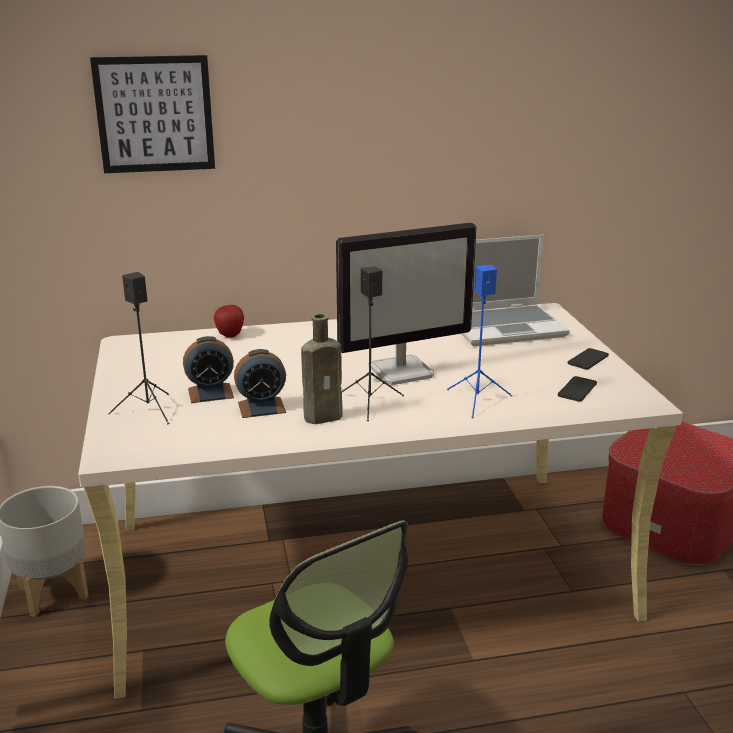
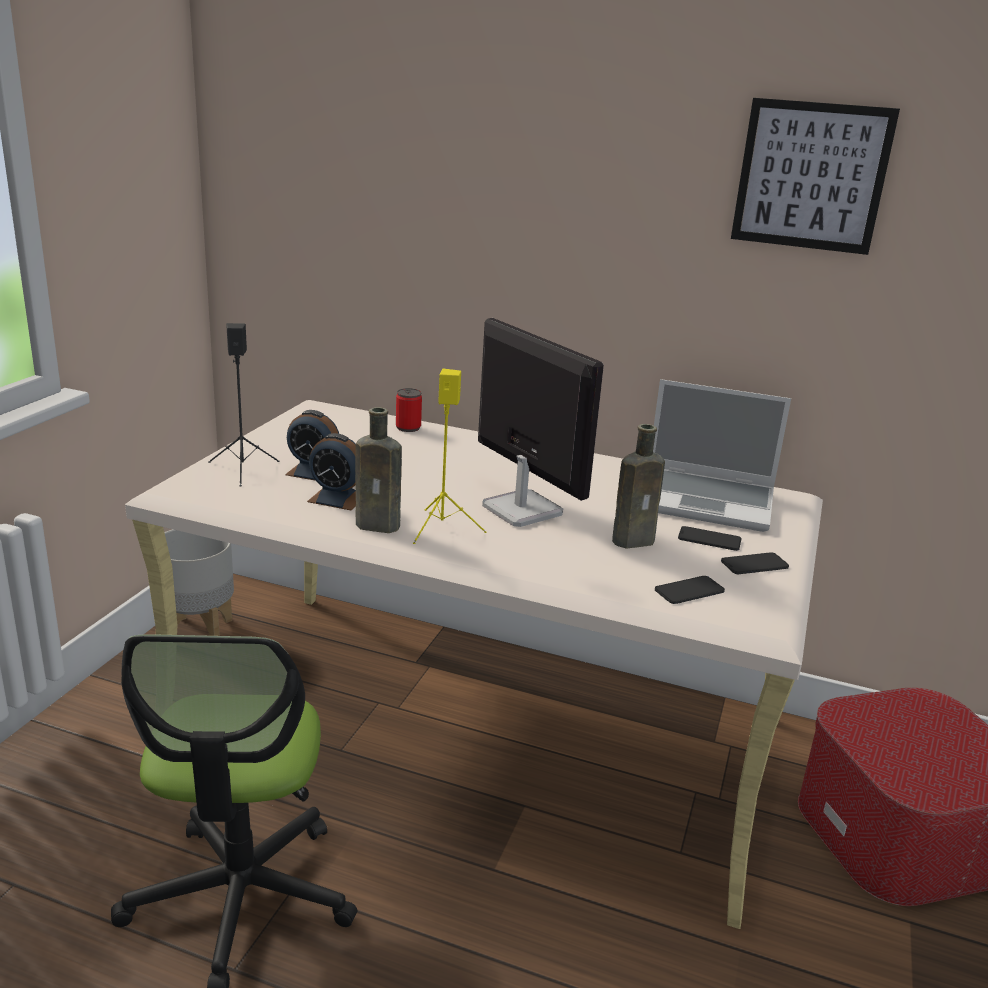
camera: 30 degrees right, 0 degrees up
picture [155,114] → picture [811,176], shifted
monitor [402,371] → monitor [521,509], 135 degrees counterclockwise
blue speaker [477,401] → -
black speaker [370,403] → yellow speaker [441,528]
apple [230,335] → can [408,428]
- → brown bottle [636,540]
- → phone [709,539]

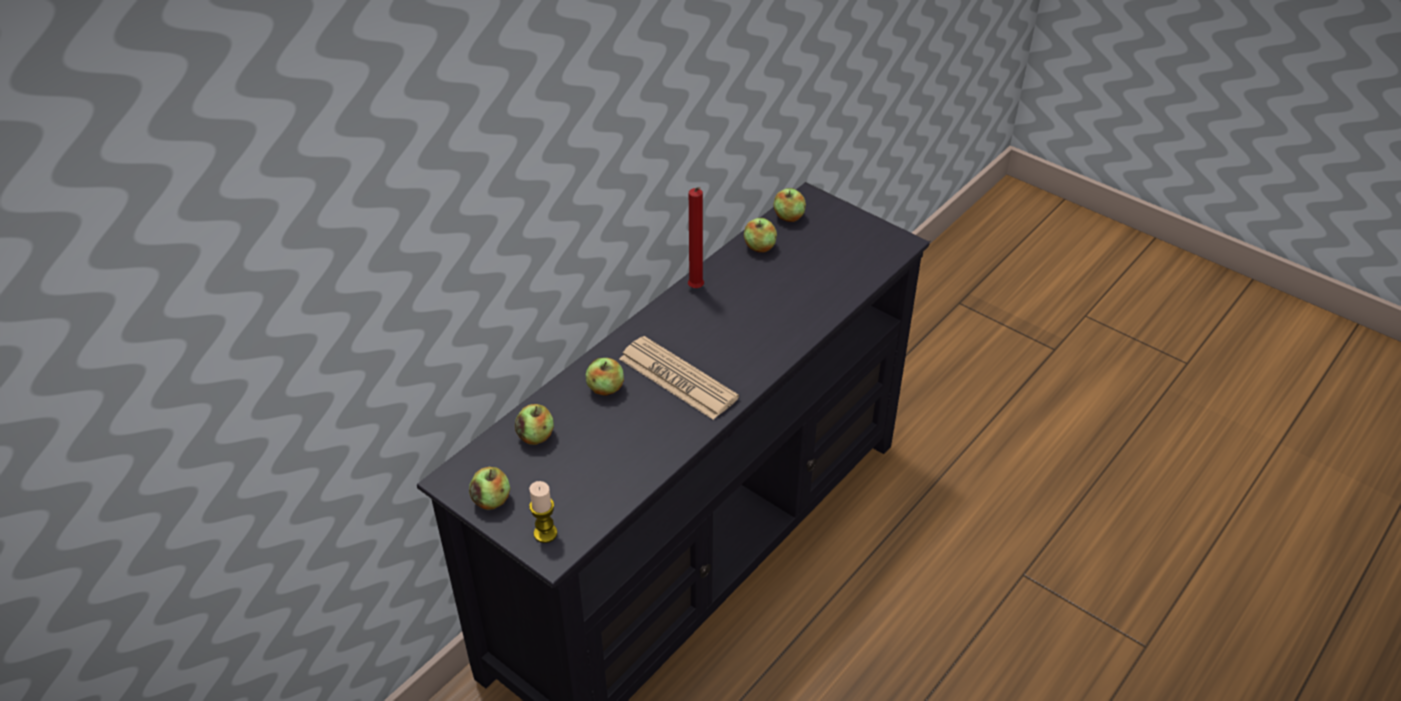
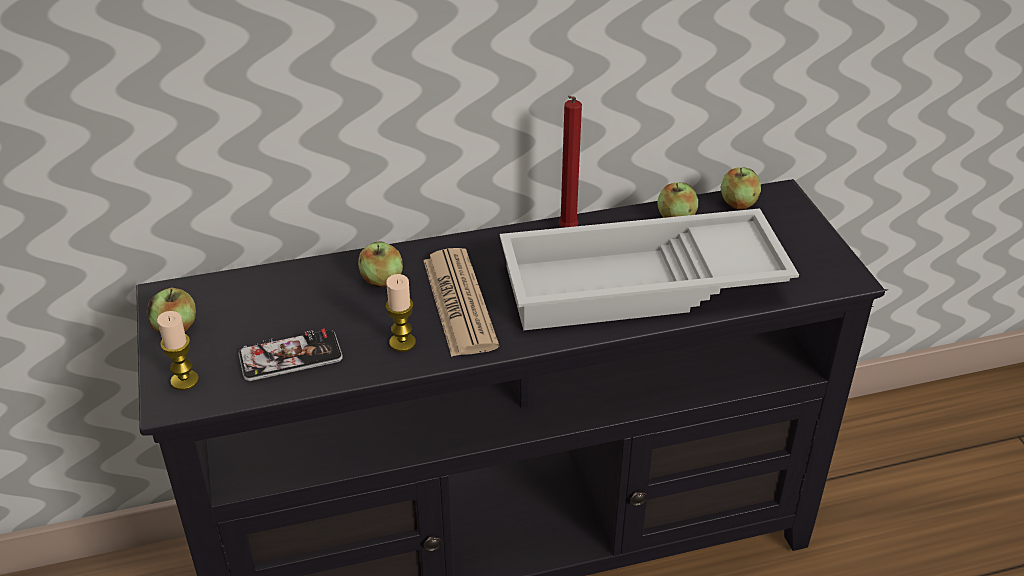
camera: 35 degrees right, 5 degrees down
apple [536,436] → -
- → white tray [641,286]
- → candle [402,343]
- → phone [290,357]

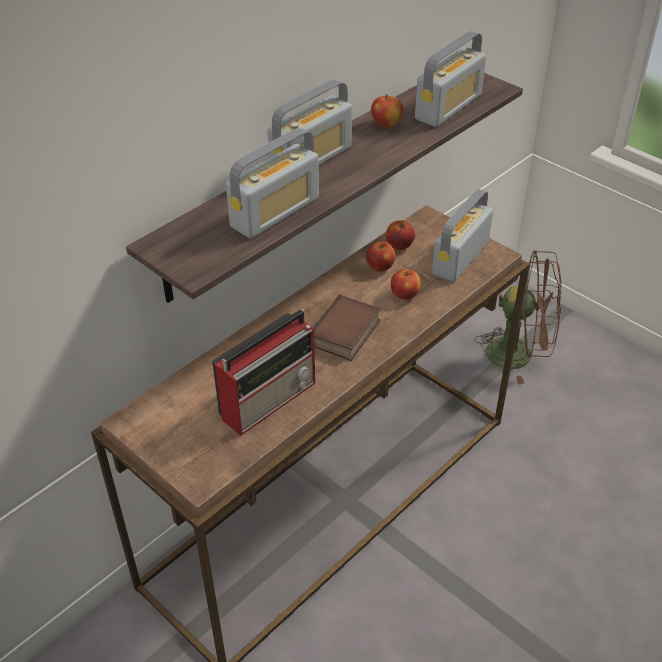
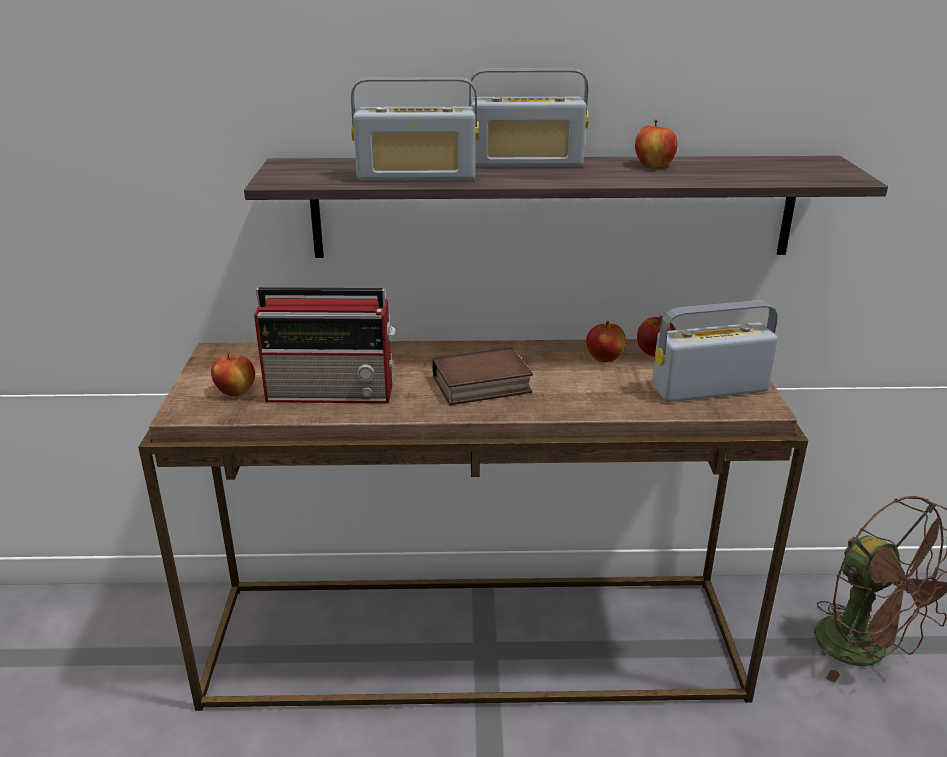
camera: 45 degrees right, 15 degrees down
radio [448,107] → -
apple [404,295] → apple [236,391], shifted

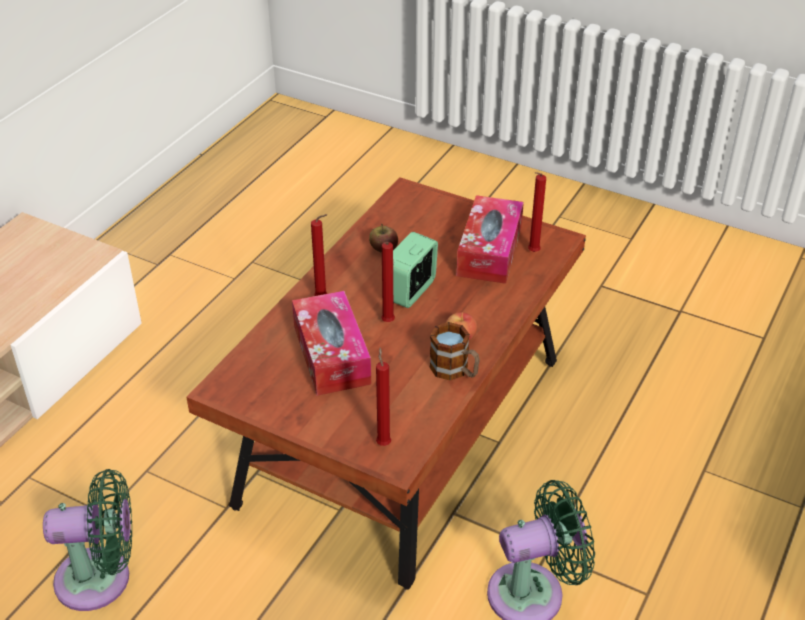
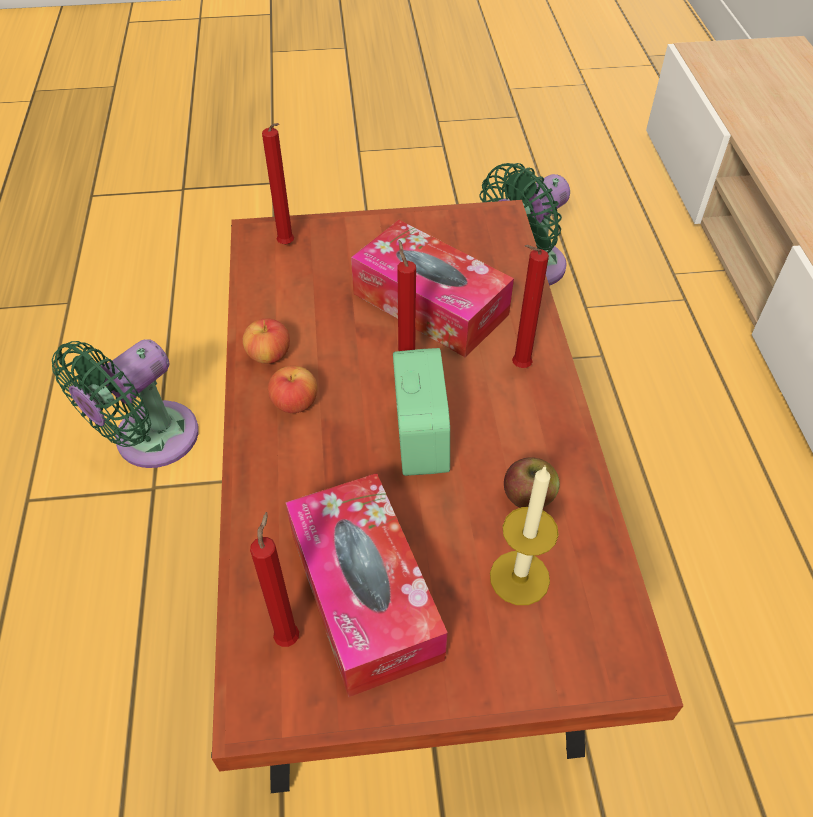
camera: 145 degrees right, 10 degrees up
mug [455,371] → apple [269,355]
- → candle [519,577]

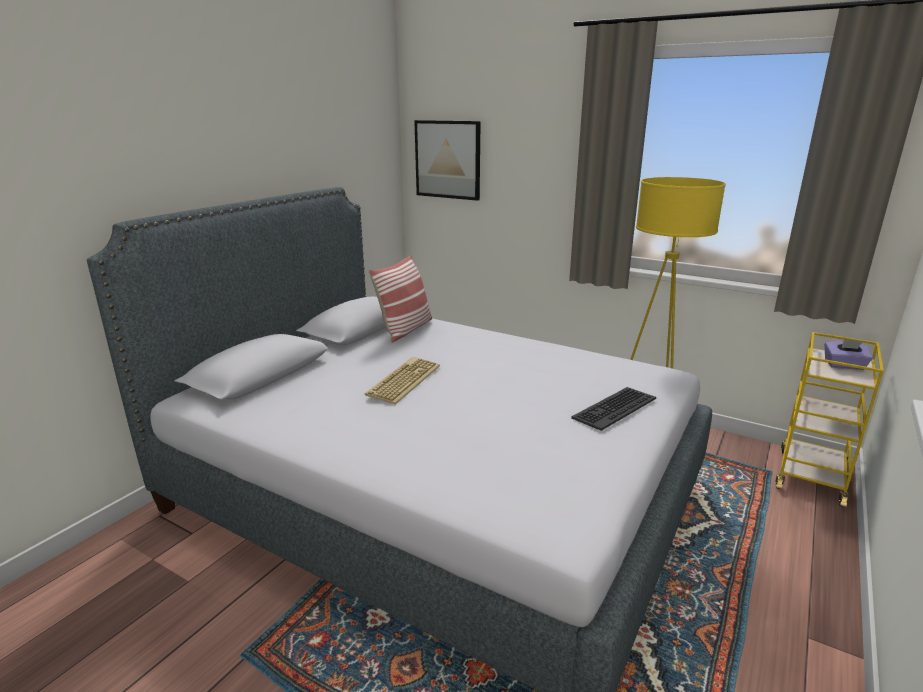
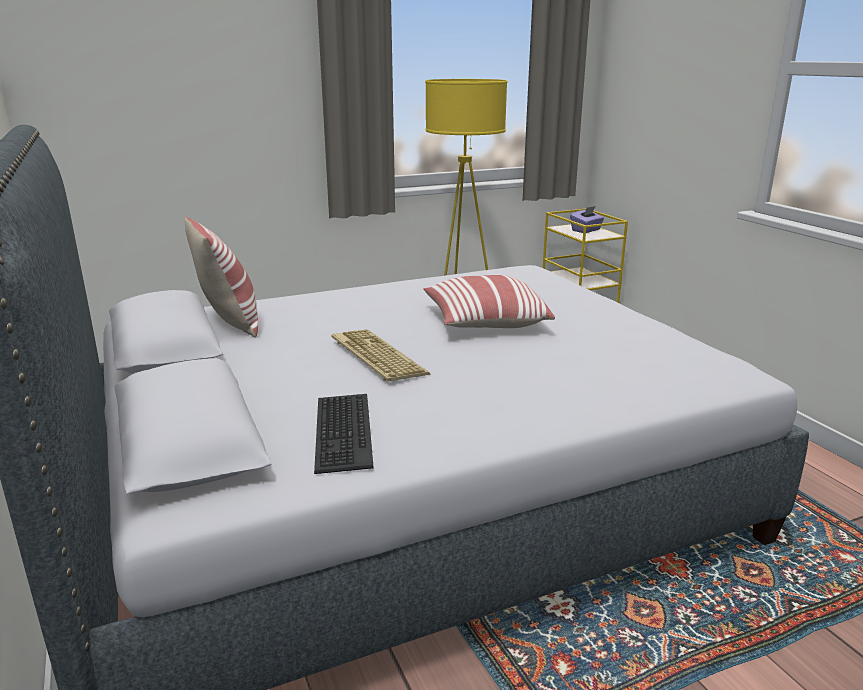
camera: 55 degrees left, 0 degrees up
picture [447,159] → -
keyboard [614,408] → keyboard [341,432], shifted
- → pillow [484,322]

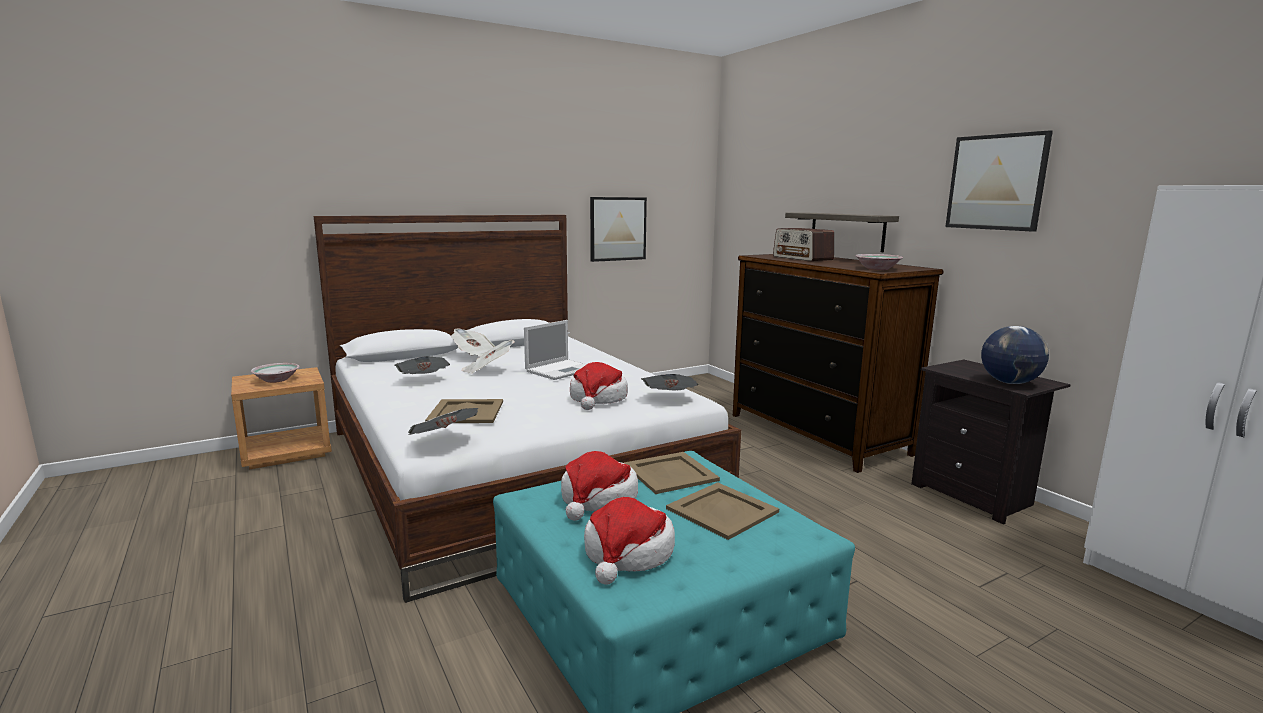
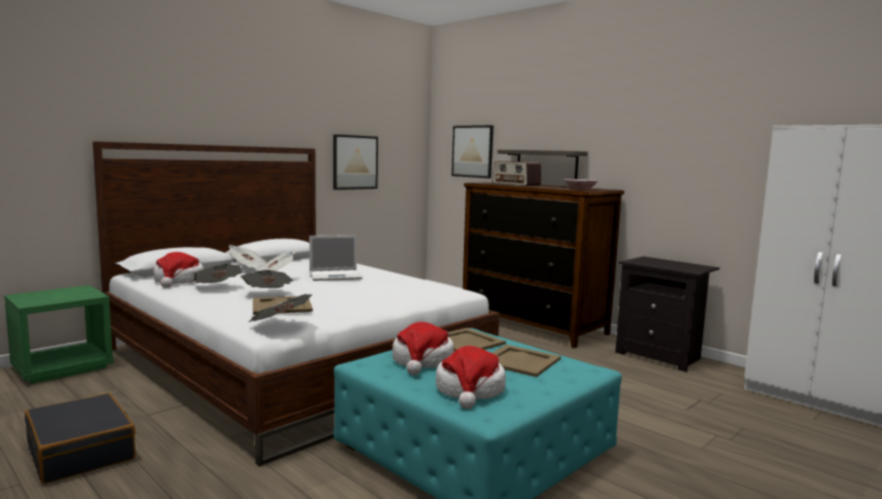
camera: 15 degrees left, 5 degrees down
picture [996,182] → picture [472,151], shifted
laptop [561,370] → laptop [336,276], 45 degrees clockwise
globe [1010,383] → -
hat [598,398] → hat [178,281], shifted
bowl [277,380] → -
brown nightstand [287,452] → green nightstand [63,367]
newspaper [670,398] → newspaper [268,293], shifted
- → black suitcase [81,451]

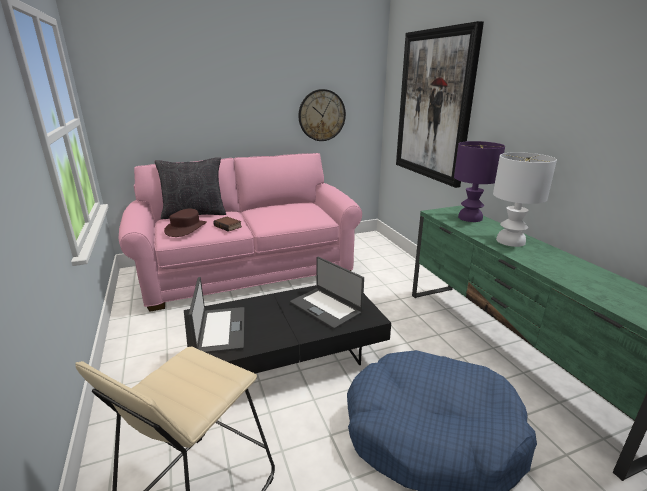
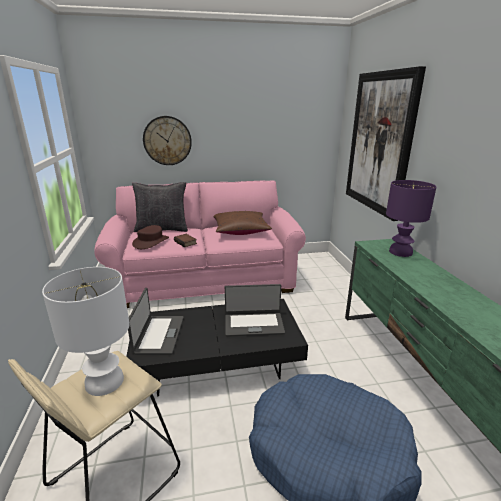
camera: 10 degrees right, 0 degrees up
wall clock [322,115] → wall clock [167,141], shifted
white table lamp [509,241] → white table lamp [104,381], shifted
laptop [326,307] → laptop [253,324], 60 degrees counterclockwise
- → brown pillow [240,230]

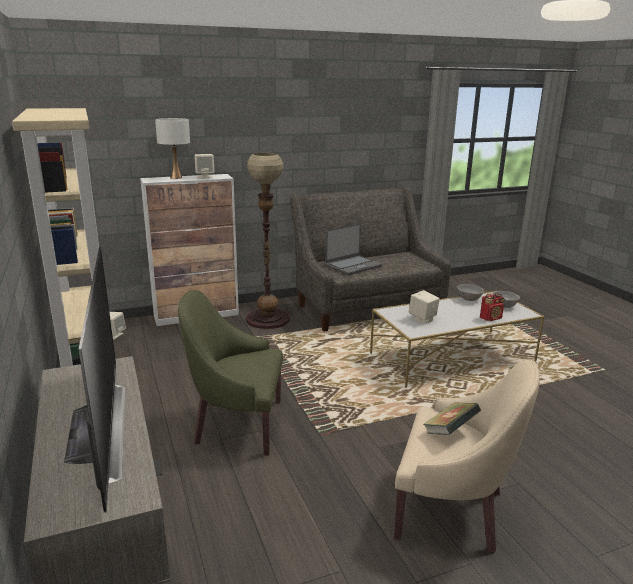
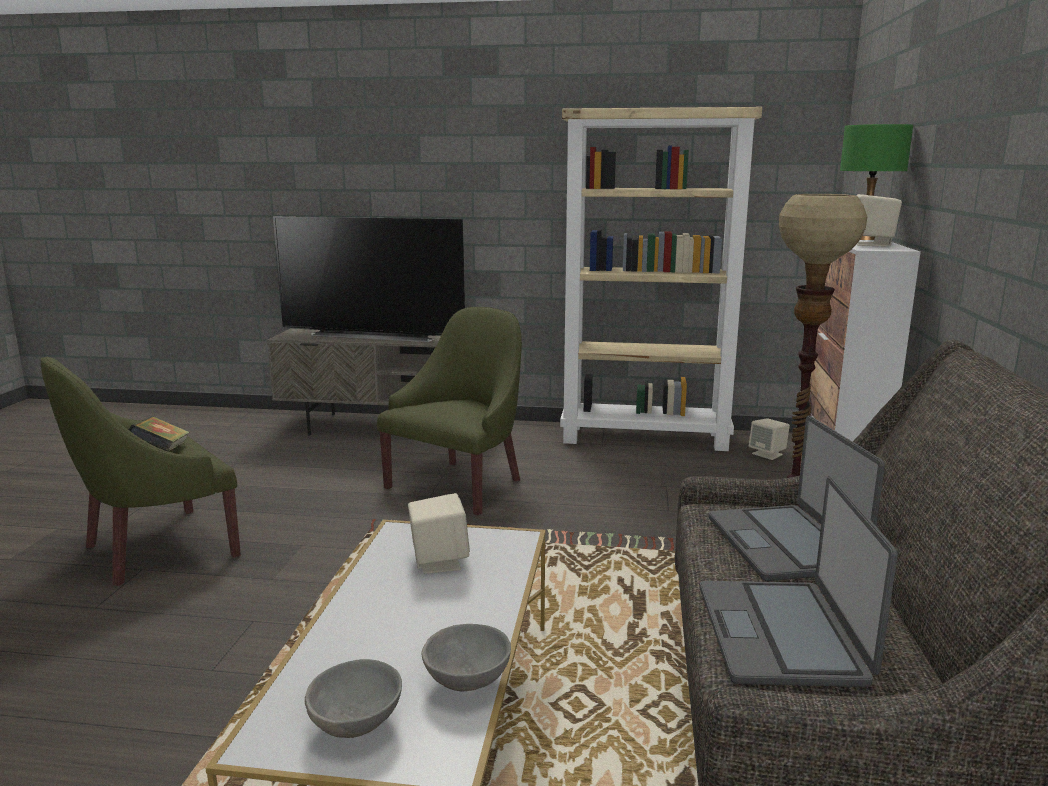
camera: 120 degrees right, 5 degrees down
white table lamp [176,177] → green table lamp [865,239]
radio [491,318] → -
beige armchair [452,510] → green armchair [156,548]
- → laptop [782,634]

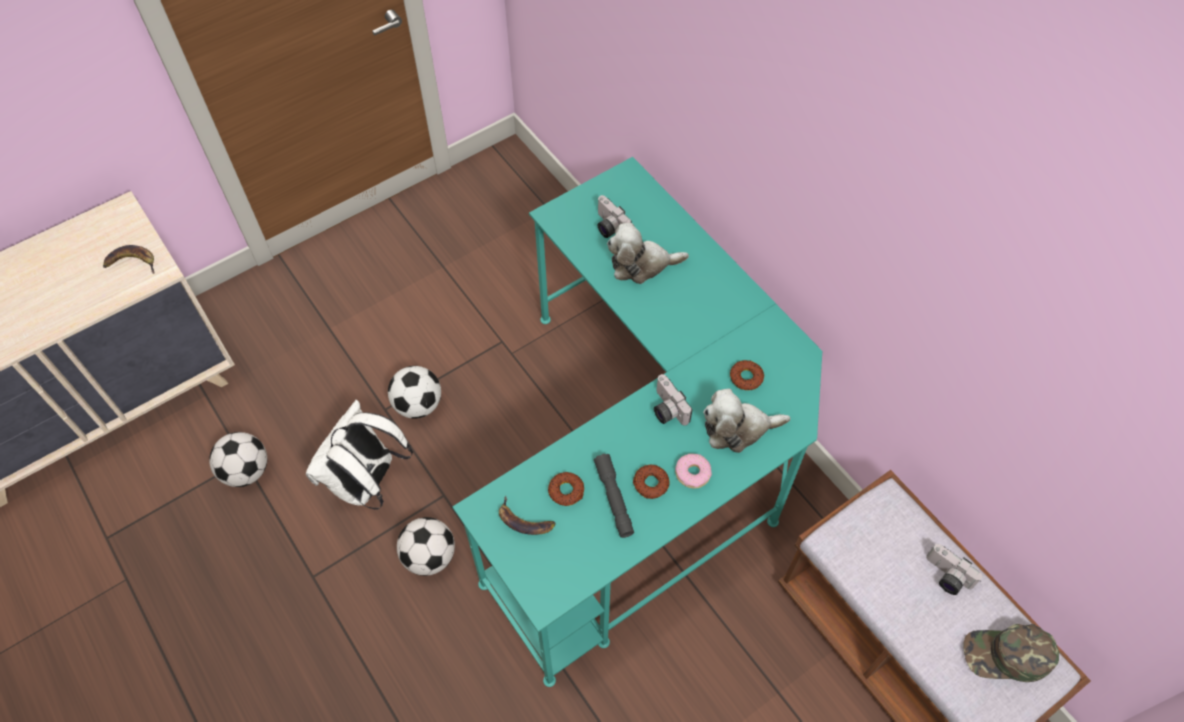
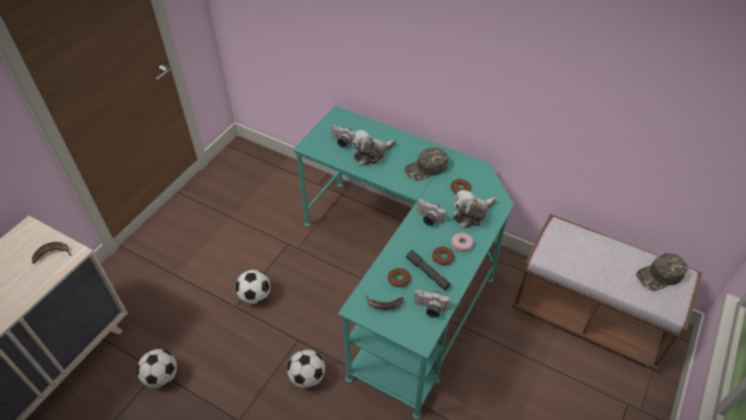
camera: 25 degrees left, 10 degrees down
white backpack [368,483] → -
photo camera [945,576] → photo camera [429,309], shifted
- → green cap [426,168]

